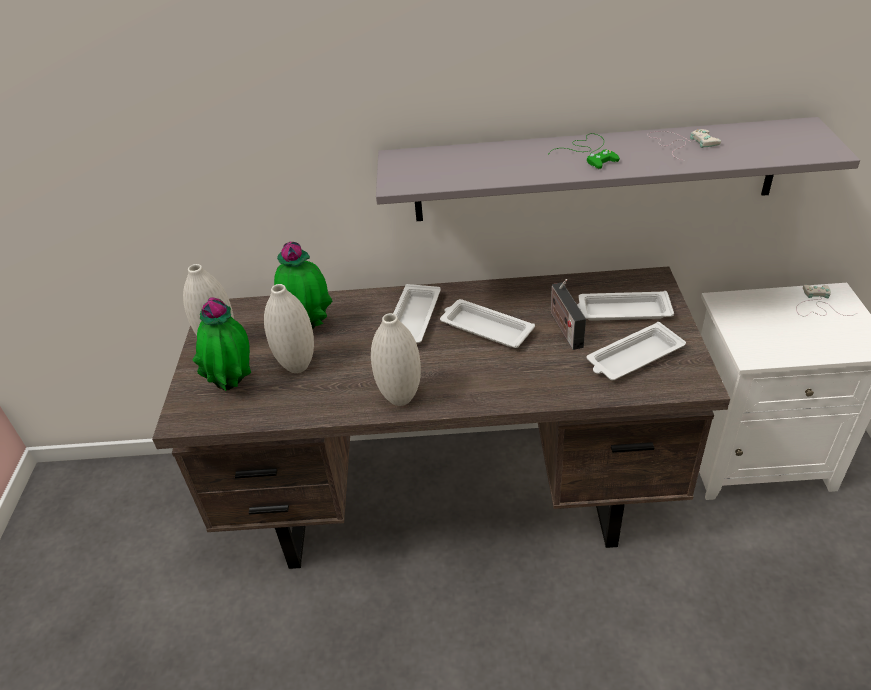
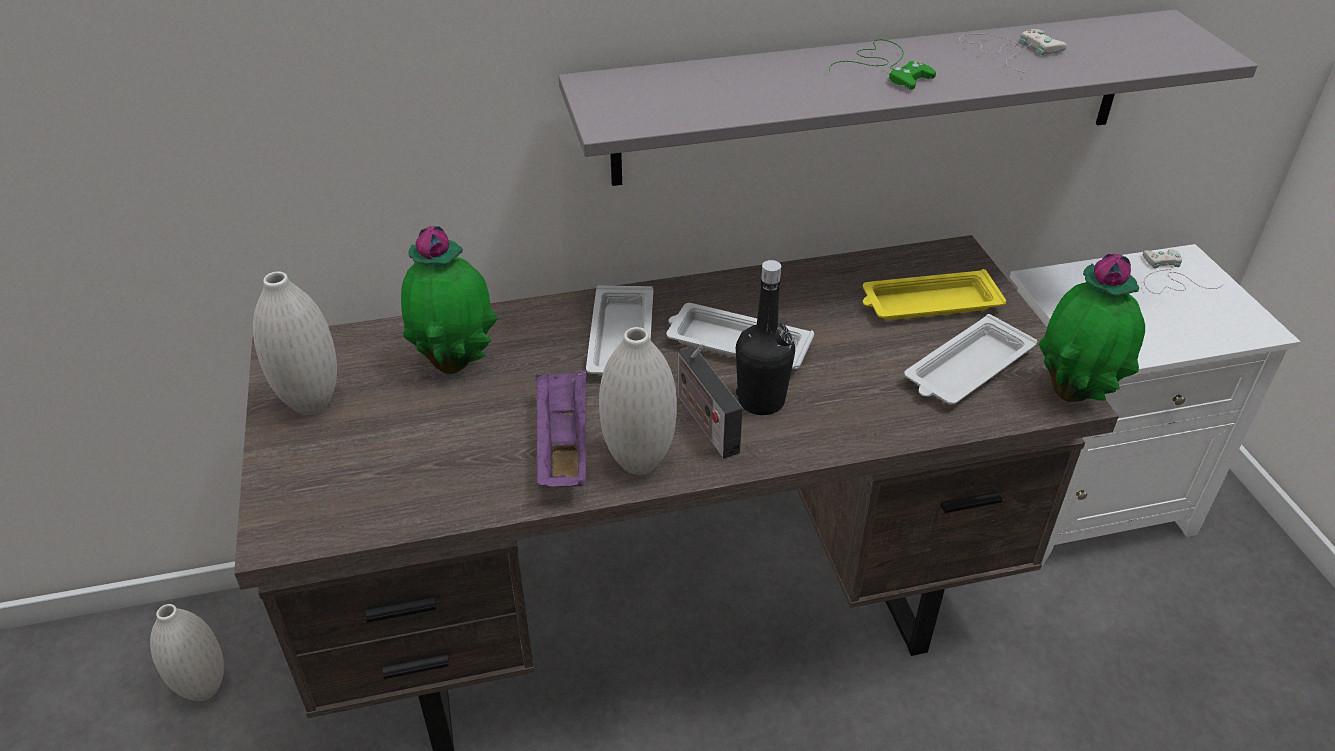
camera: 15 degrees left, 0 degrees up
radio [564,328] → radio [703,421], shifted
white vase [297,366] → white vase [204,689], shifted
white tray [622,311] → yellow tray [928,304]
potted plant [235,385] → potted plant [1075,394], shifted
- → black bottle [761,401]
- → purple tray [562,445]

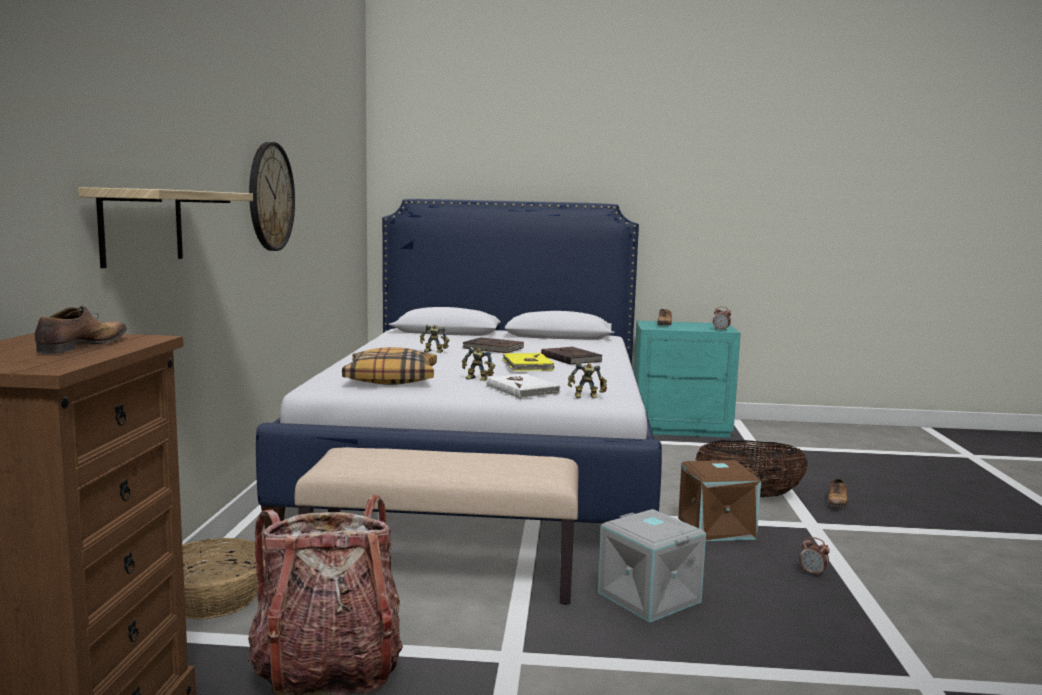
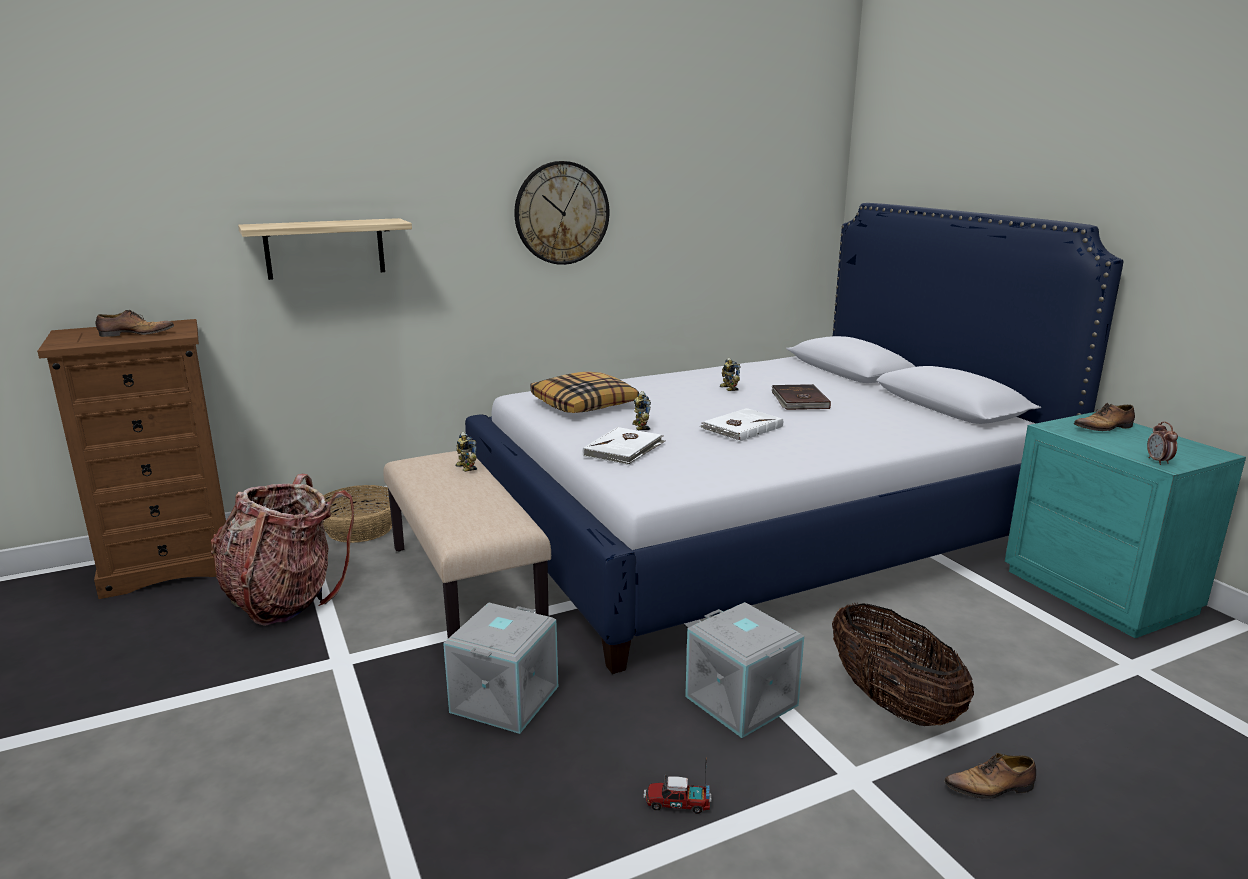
camera: 60 degrees right, 10 degrees up
brown book [571,358] → -
yellow book [526,365] → white book [741,428]
toy robot [587,397] → toy robot [464,468], shifted
brown storage box [716,528] → grey storage box [743,700]
alarm clock [813,573] → toy truck [677,803]

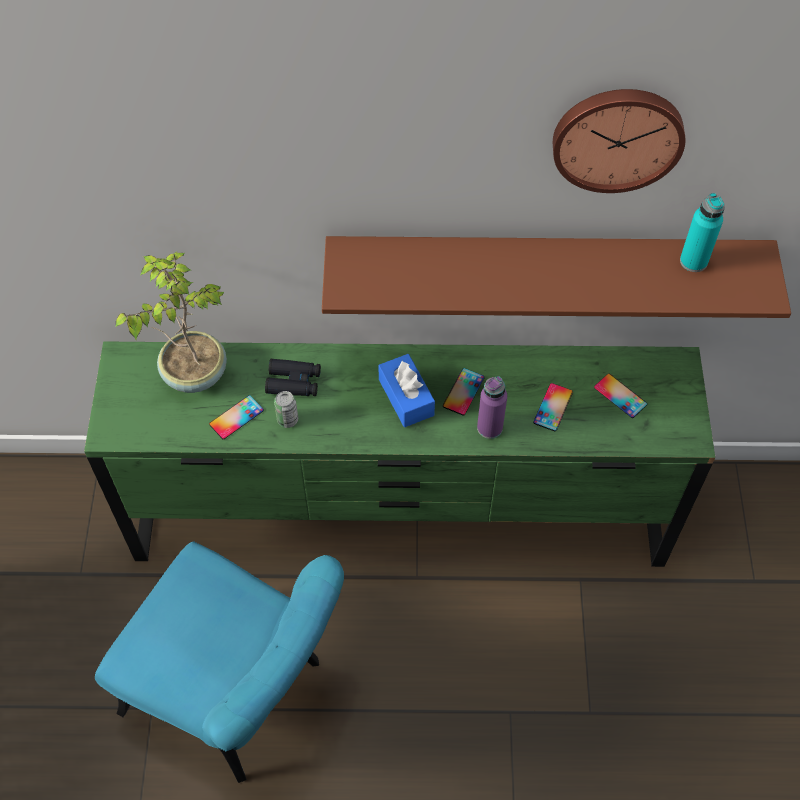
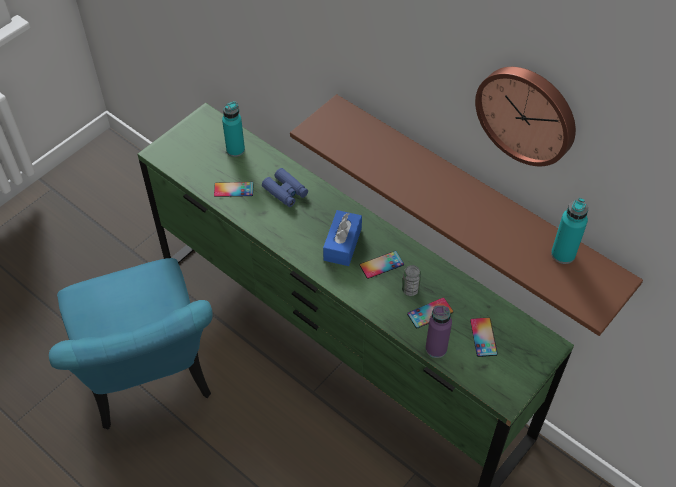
camera: 40 degrees right, 5 degrees down
potted plant [193,372] → turquoise bottle [235,150]
black binoculars [294,382] → blue binoculars [285,191]
purple bottle [489,428] → purple bottle [436,348], shifted
can [287,419] → can [410,289], shifted

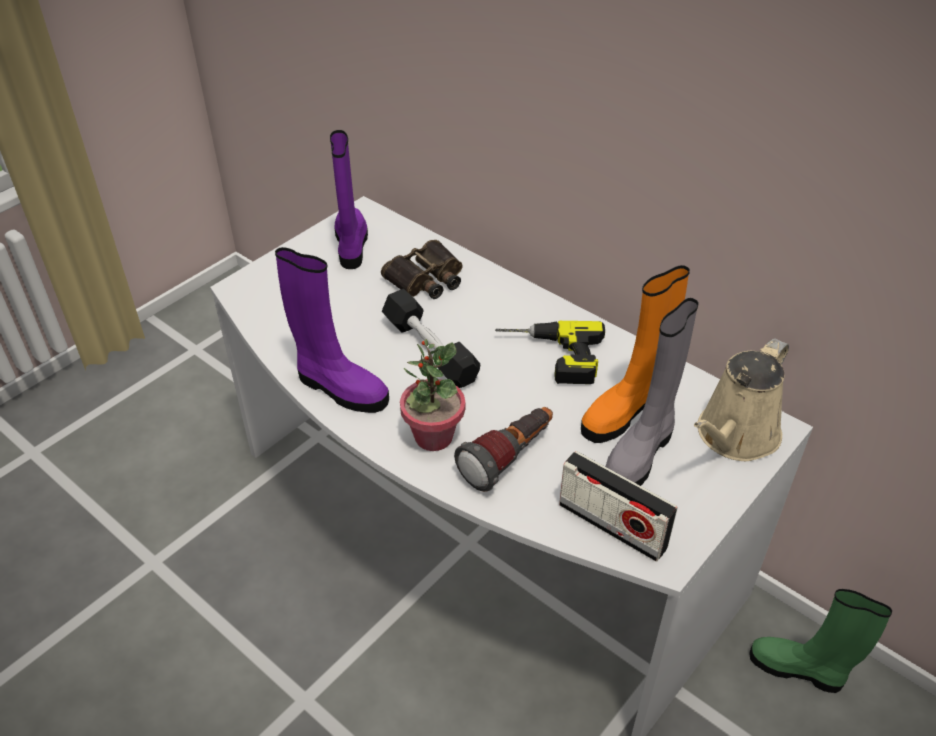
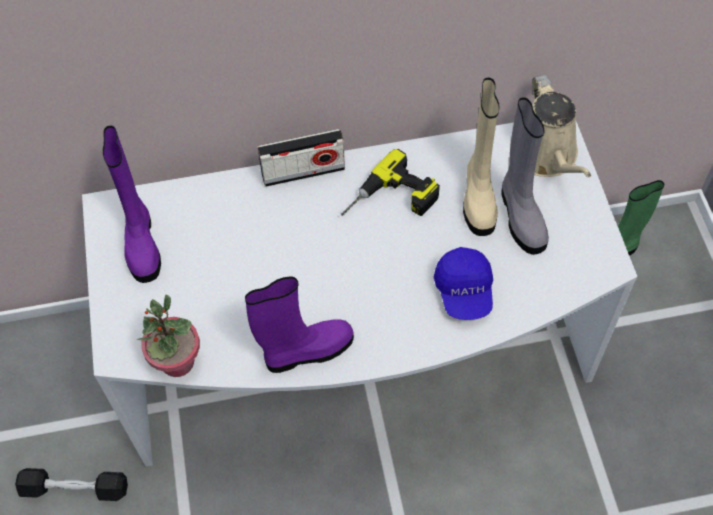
camera: 50 degrees left, 15 degrees up
purple boot [351,245] → purple boot [141,243], 135 degrees counterclockwise
binoculars [427,279] → -
orange boot [625,412] → beige boot [478,197]
black dumbbell [430,350] → black dumbbell [75,489], shifted
potted plant [433,437] → potted plant [177,362], shifted
flashlight [509,459] → blue cap [464,291]
radio [612,526] → radio [303,172], shifted

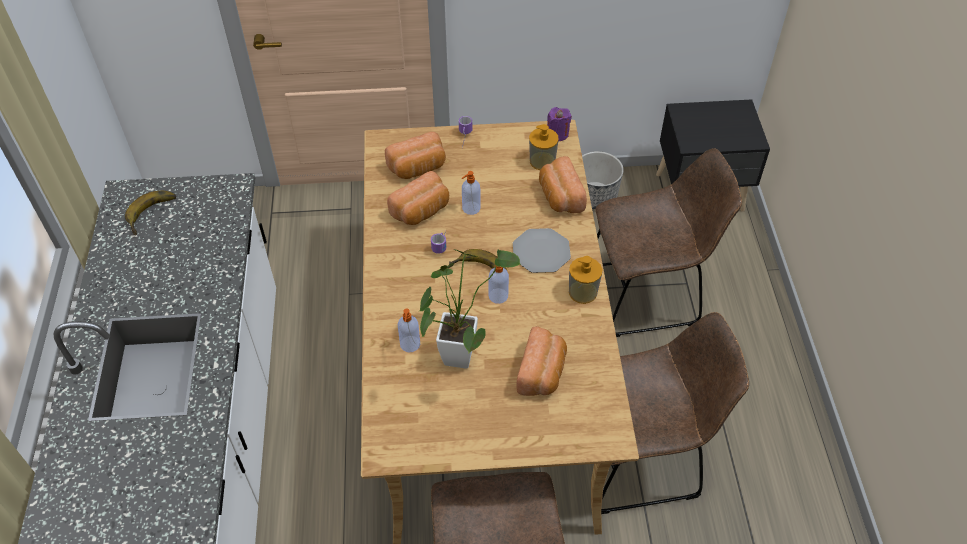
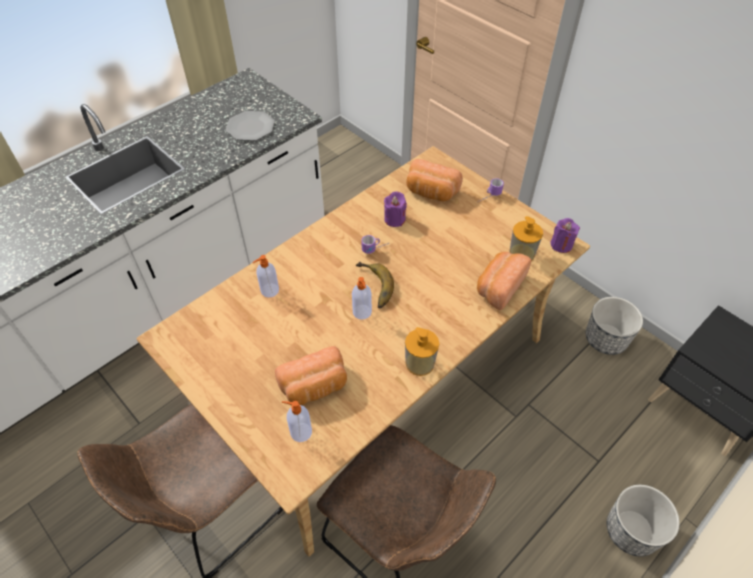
camera: 50 degrees right, 0 degrees up
brown chair [648,294] → -
bread [422,211] → purple candle [394,219]
soap dispenser [470,208] → soap dispenser [300,432], shifted
banana [154,215] → -
plate [541,251] → plate [250,127], shifted
potted plant [460,351] → -
- → planter [631,531]

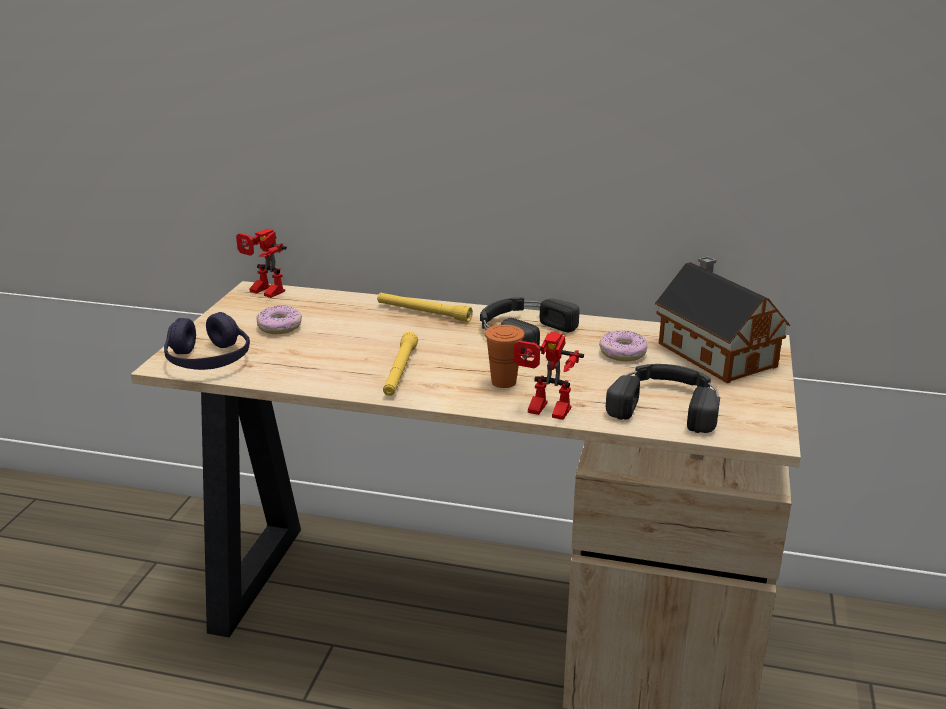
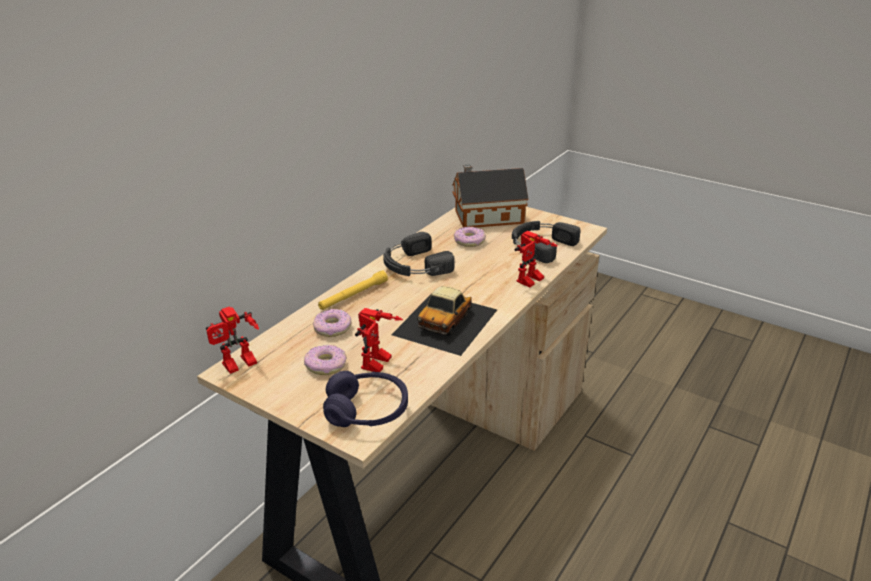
camera: 70 degrees left, 5 degrees up
orange cup [503,382] → -
yellow flashlight [400,371] → toy car [446,321]
- → toy robot [379,365]
- → donut [333,328]

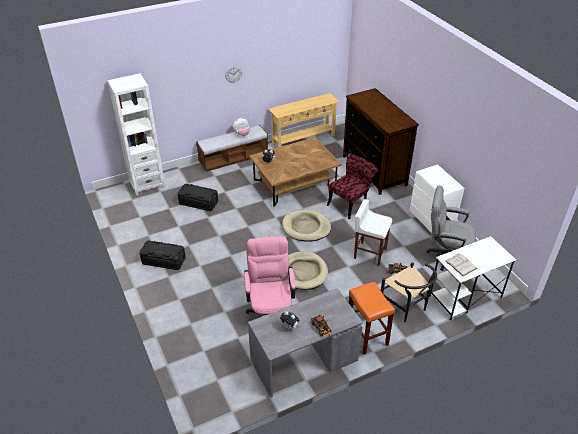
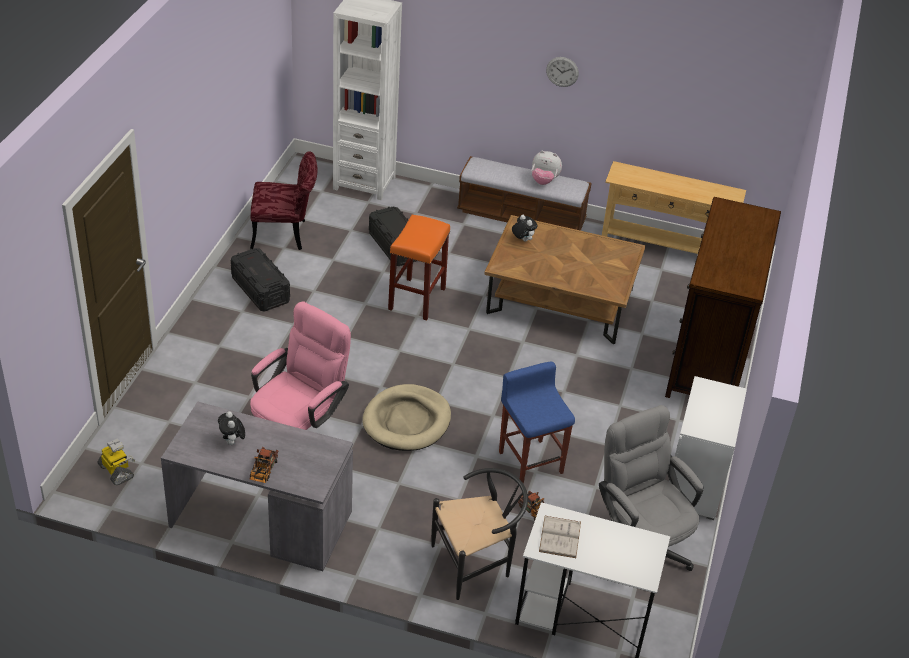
camera: 40 degrees right, 0 degrees up
red chair [350,204] → red chair [285,234], shifted
white stool [369,253] → blue stool [530,461]
beige dog bed [306,227] → -
black chair [406,308] → black chair [477,563], 120 degrees counterclockwise
orange stool [366,335] → orange stool [417,298], shifted
- → toy robot [117,471]

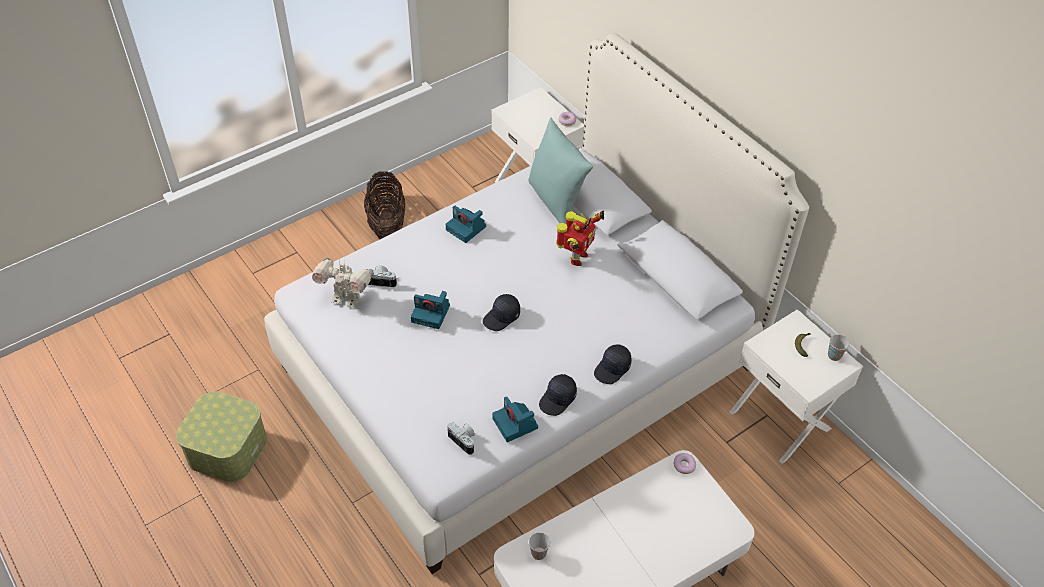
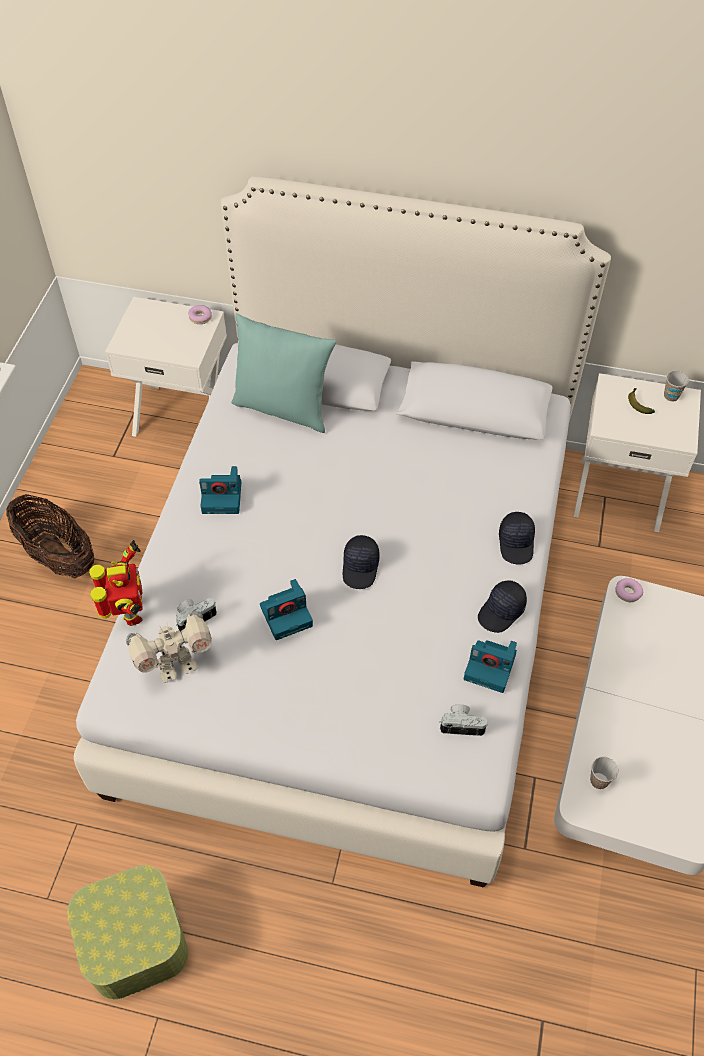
camera: 40 degrees left, 5 degrees up
toy robot [576,258] → toy robot [130,614], shifted
black cap [558,399] → black cap [502,611], 45 degrees clockwise

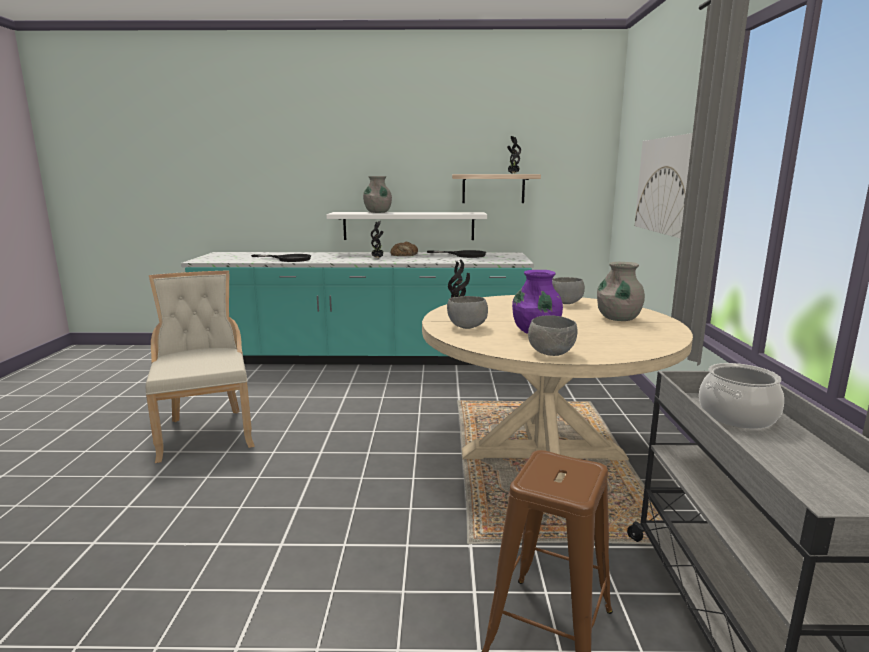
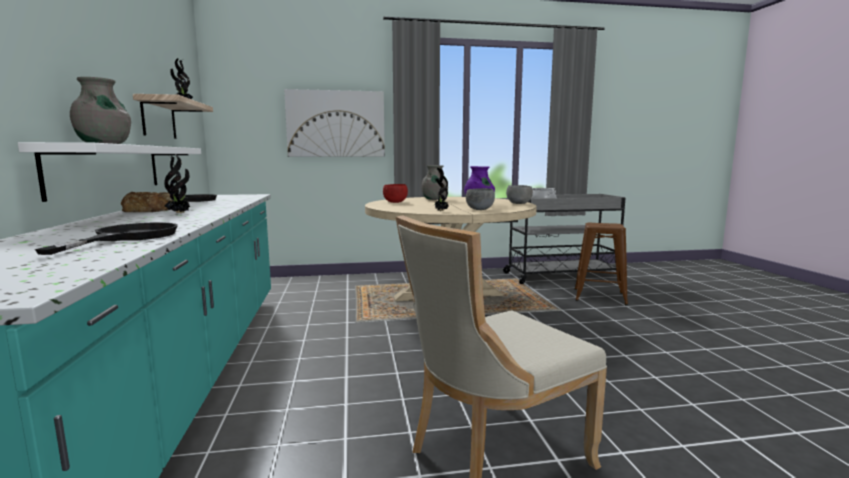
camera: 100 degrees left, 5 degrees down
grey bowl [565,303] → red bowl [395,202]

